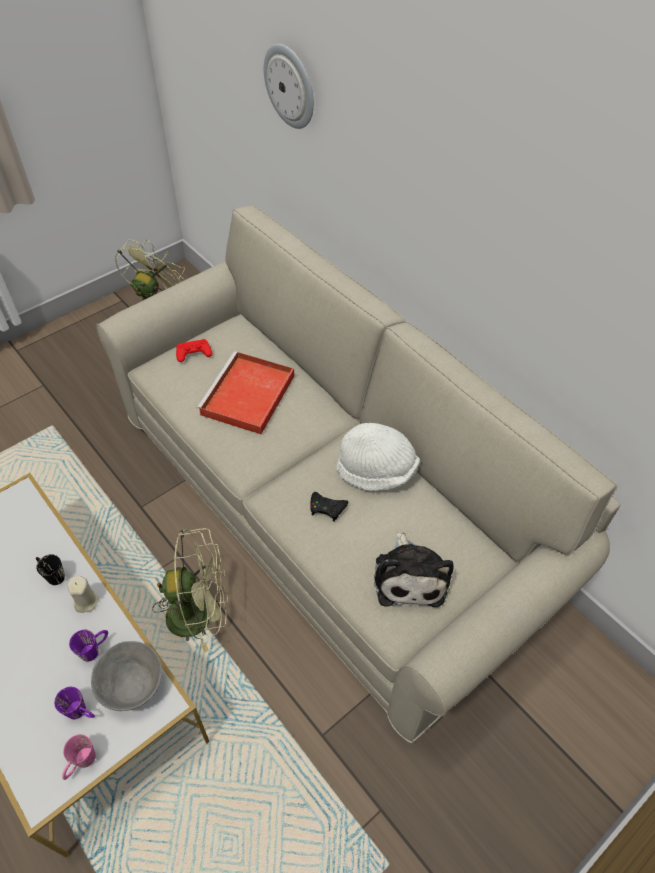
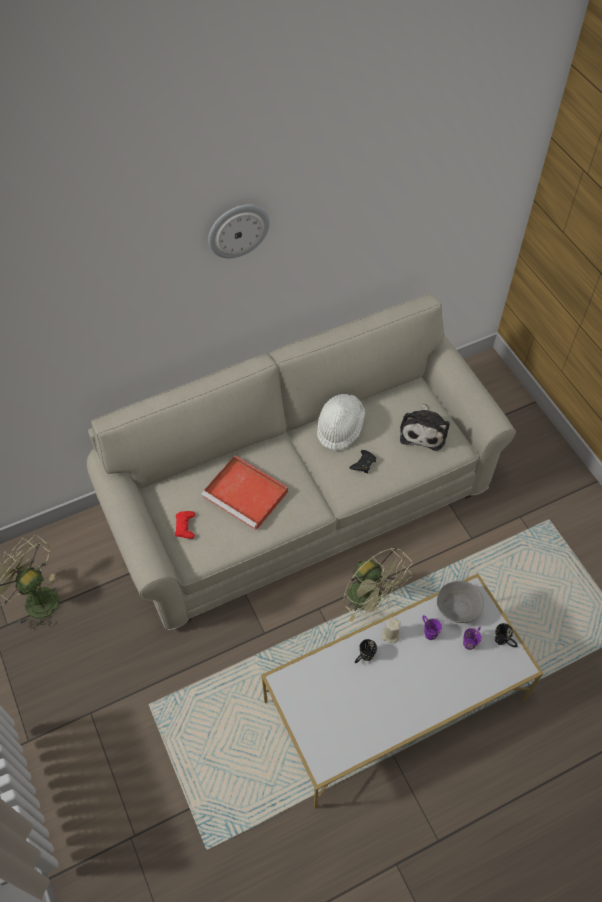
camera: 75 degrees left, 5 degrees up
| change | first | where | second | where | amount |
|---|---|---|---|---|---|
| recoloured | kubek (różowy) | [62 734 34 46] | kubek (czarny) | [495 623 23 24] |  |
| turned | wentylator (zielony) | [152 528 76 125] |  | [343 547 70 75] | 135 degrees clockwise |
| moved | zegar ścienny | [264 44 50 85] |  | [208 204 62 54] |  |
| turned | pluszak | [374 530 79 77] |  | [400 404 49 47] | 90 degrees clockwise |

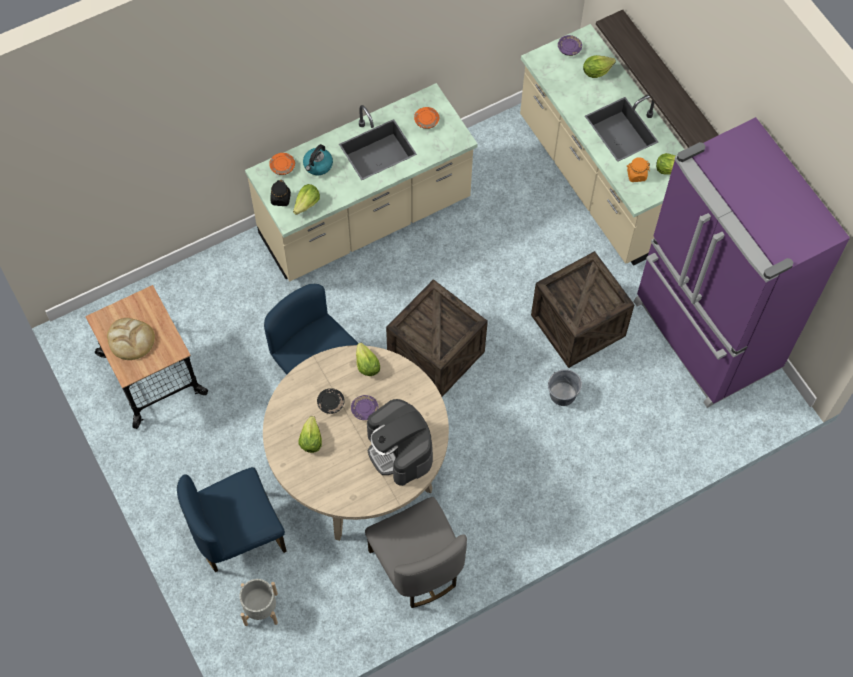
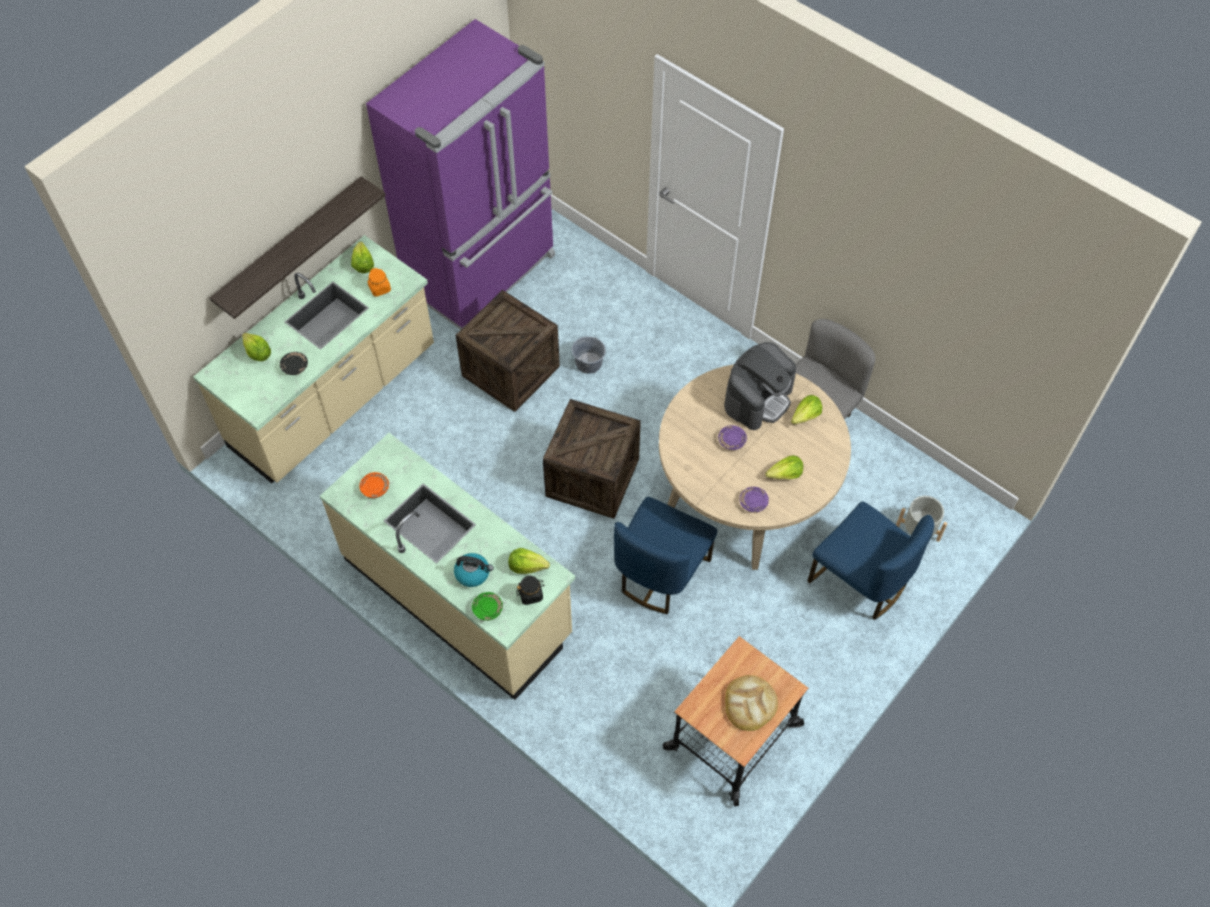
camera: 110 degrees left, 5 degrees down
| change | first | where | second | where | amount |
|---|---|---|---|---|---|
| recoloured | talerz (pomarańczowy) | [269 153 26 22] | talerz (zielony) | [472 592 31 29] |  |
| moved | talerz (czarny) | [317 388 28 26] |  | [280 352 28 23] |  |
| moved | sałata | [356 343 24 33] |  | [791 395 31 29] |  |
| moved | talerz (fioletowy) | [558 35 24 21] |  | [739 487 30 26] |  |

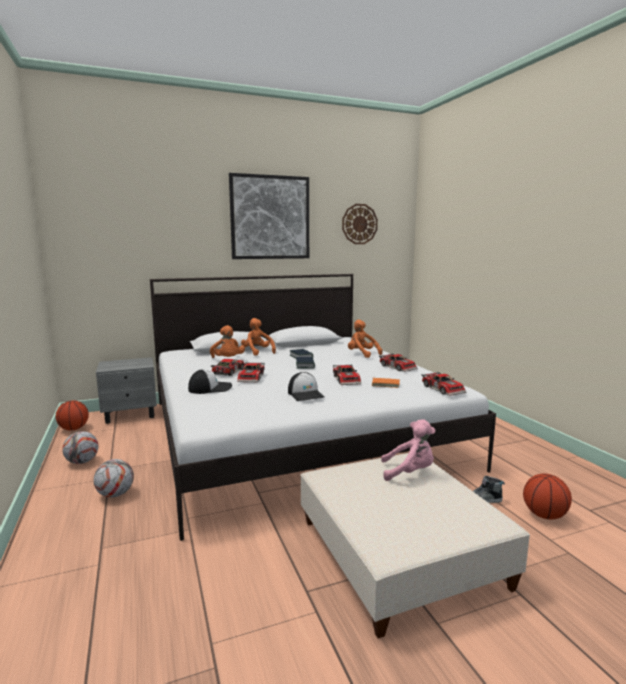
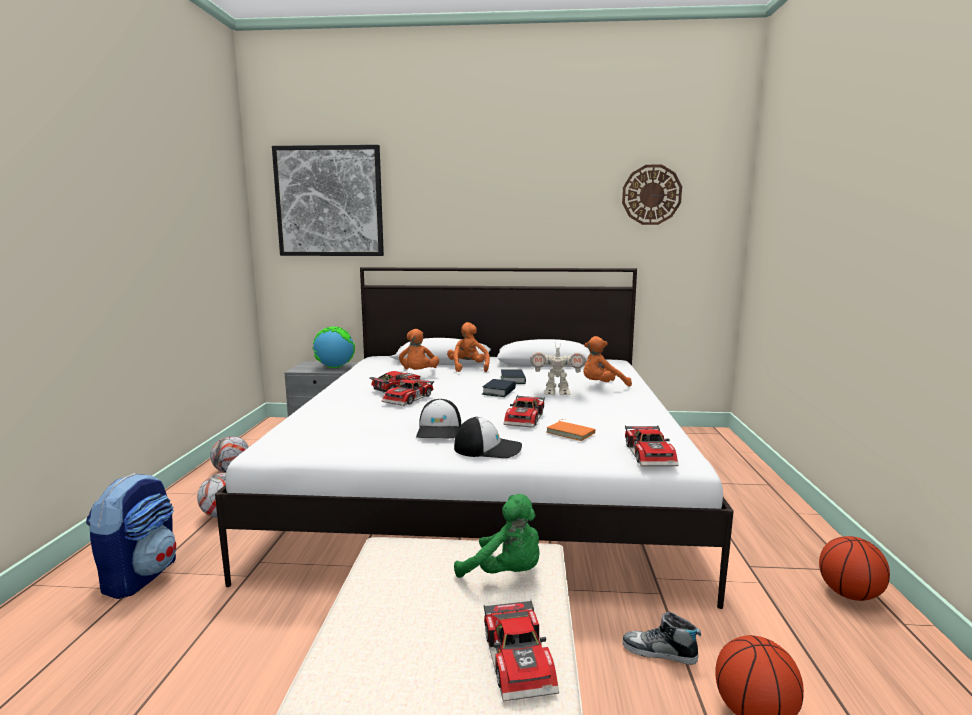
camera: 25 degrees right, 0 degrees up
| change | first | where | second | where | amount |
|---|---|---|---|---|---|
| moved | piłka do koszykówki | [56 400 33 31] |  | [819 536 71 65] |  |
| moved | czapka z daszkiem | [188 369 44 25] |  | [454 417 68 41] |  |
| moved | obraz | [229 173 80 86] |  | [272 145 112 111] |  |
| turned | pluszak (pomarańczowy) | [348 319 35 39] |  | [584 336 48 51] | 90 degrees counterclockwise |
| moved | samochodzik | [379 354 39 18] |  | [484 600 75 101] |  |
| recoloured | pluszak (różowy) | [381 419 54 62] | pluszak (zielony) | [454 494 85 84] |  |
| added |  |  | plecak | [86 473 90 126] |  |
| added |  |  | globus | [312 326 43 42] |  |
| added |  |  | robot zabawkowy | [530 342 56 53] |  |

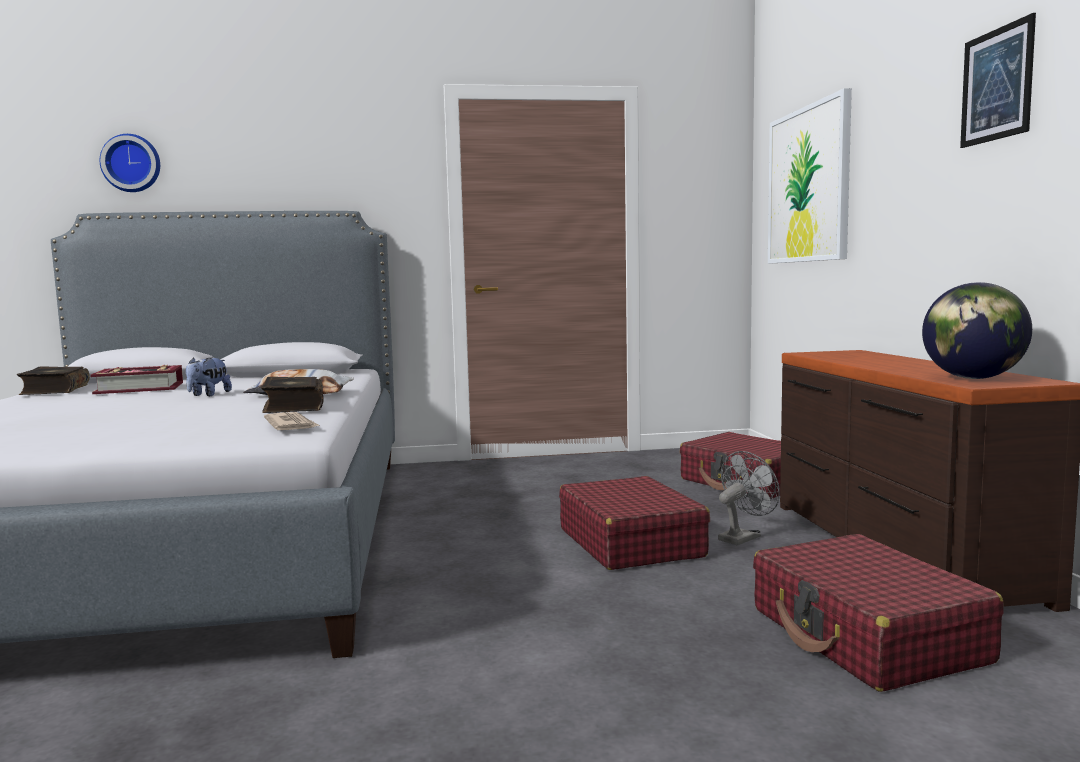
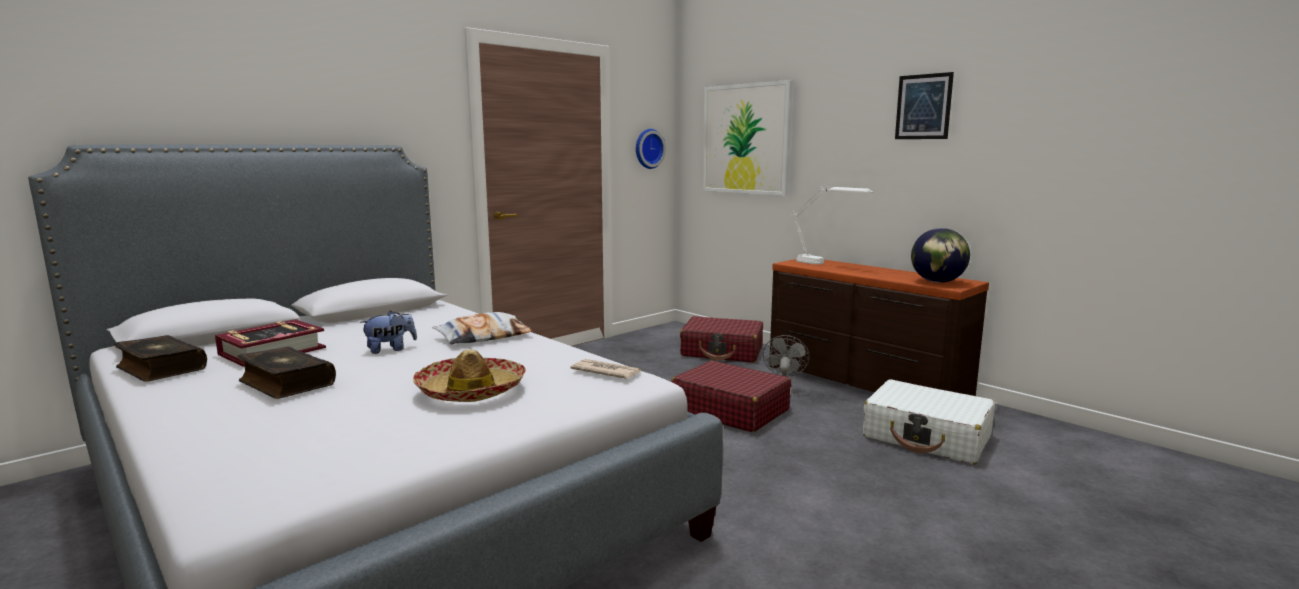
camera: 35 degrees left, 5 degrees up
| change | first | where | second | where | amount |
|---|---|---|---|---|---|
| moved | zegar ścienny | [100 134 60 58] |  | [636 129 30 40] |  |
| turned | pluszak | [186 357 46 39] |  | [360 310 57 44] | 105 degrees counterclockwise |
| moved | książka | [261 377 63 36] |  | [238 347 98 52] |  |
| recoloured | walizka (czerwony) | [753 534 251 158] | walizka (biały) | [863 379 132 86] |  |
| added |  |  | kapelusz | [413 349 113 53] |  |
| added |  |  | lampa stołowa (biały) | [791 185 82 79] |  |

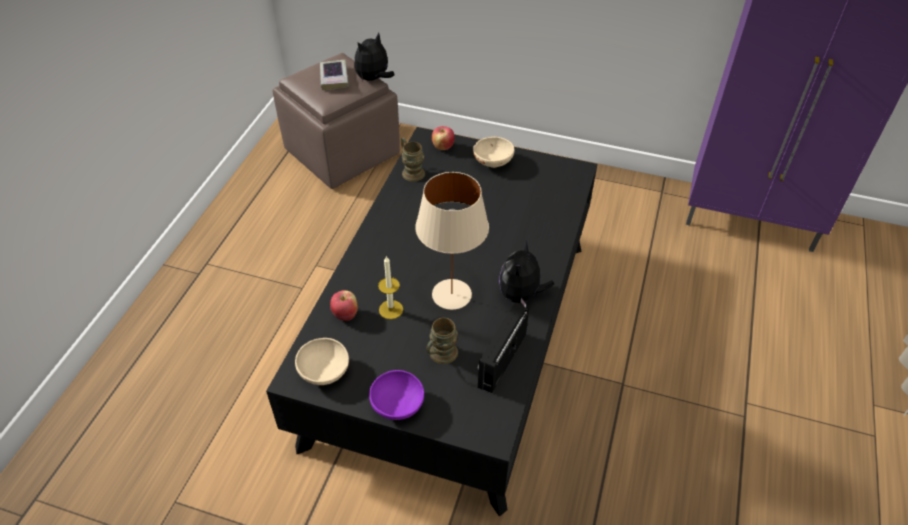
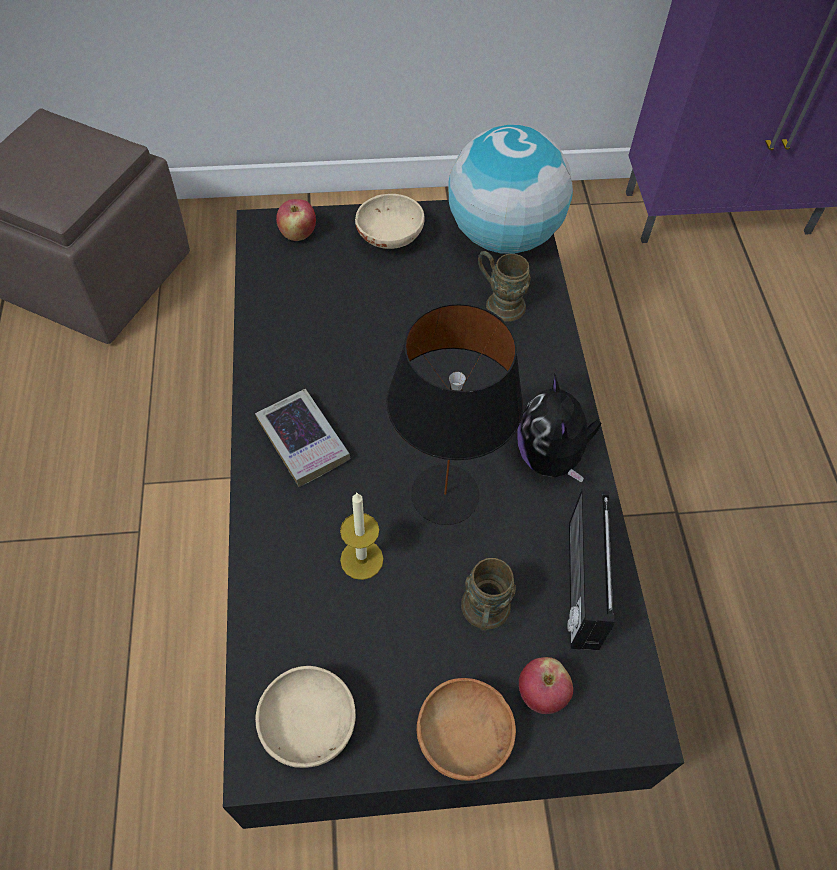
camera: 25 degrees left, 10 degrees up
| change | first | where | second | where | amount |
|---|---|---|---|---|---|
| moved | książka | [320 60 28 30] |  | [255 389 96 98] |  |
| moved | jabłko | [330 290 28 31] |  | [519 657 54 57] |  |
| removed | pluszak | [354 33 41 48] |  |  |  |
| recoloured | miska (fioletowy) | [369 370 55 50] | miska (brązowy) | [417 678 99 103] |  |
| moved | kubek (brązowy) | [401 137 24 45] |  | [478 251 53 71] |  |
| recoloured | lampa stołowa (beżowy) | [415 172 74 138] | lampa stołowa (czarny) | [387 303 136 222] |  |
| added |  |  | globus | [449 125 124 129] |  |

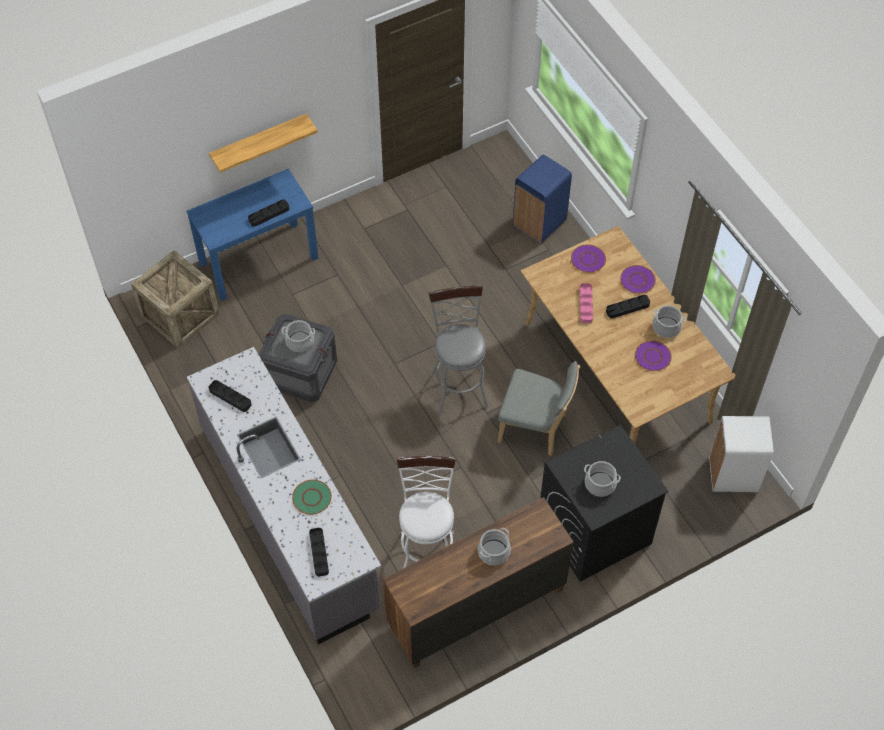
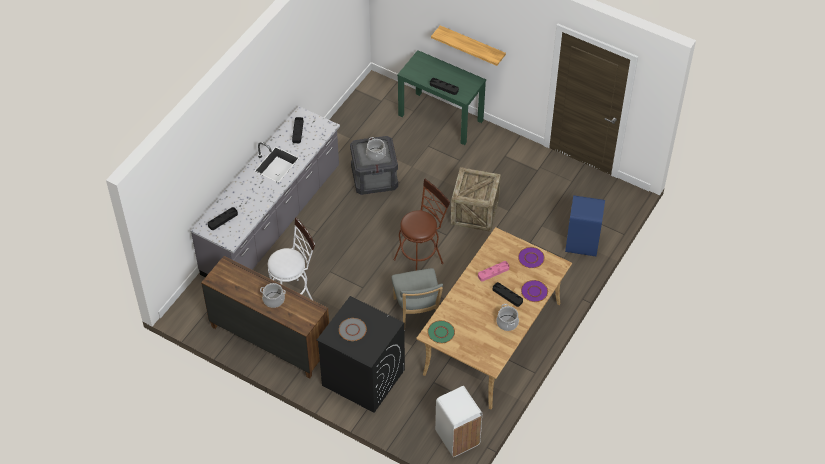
camera: 60 degrees right, 5 degrees down
| change | first | where | second | where | amount |
|---|---|---|---|---|---|
| moved | skrzynka | [131 250 89 98] |  | [451 167 50 65] |  |
| recoloured | stolik konsolowy (niebieski) | [186 169 133 132] | stolik konsolowy (zielony) | [397 50 89 95] |  |
| moved | talerz (zielony) | [292 480 40 35] |  | [427 320 28 23] |  |
| recoloured | stołek (szary) | [429 285 59 130] | stołek (brązowy) | [393 179 57 92] |  |
| replaced | garnek | [584 461 37 36] | talerz (szary) | [339 318 28 23] |  |
| removed | talerz (fioletowy) | [635 340 37 31] |  |  |  |

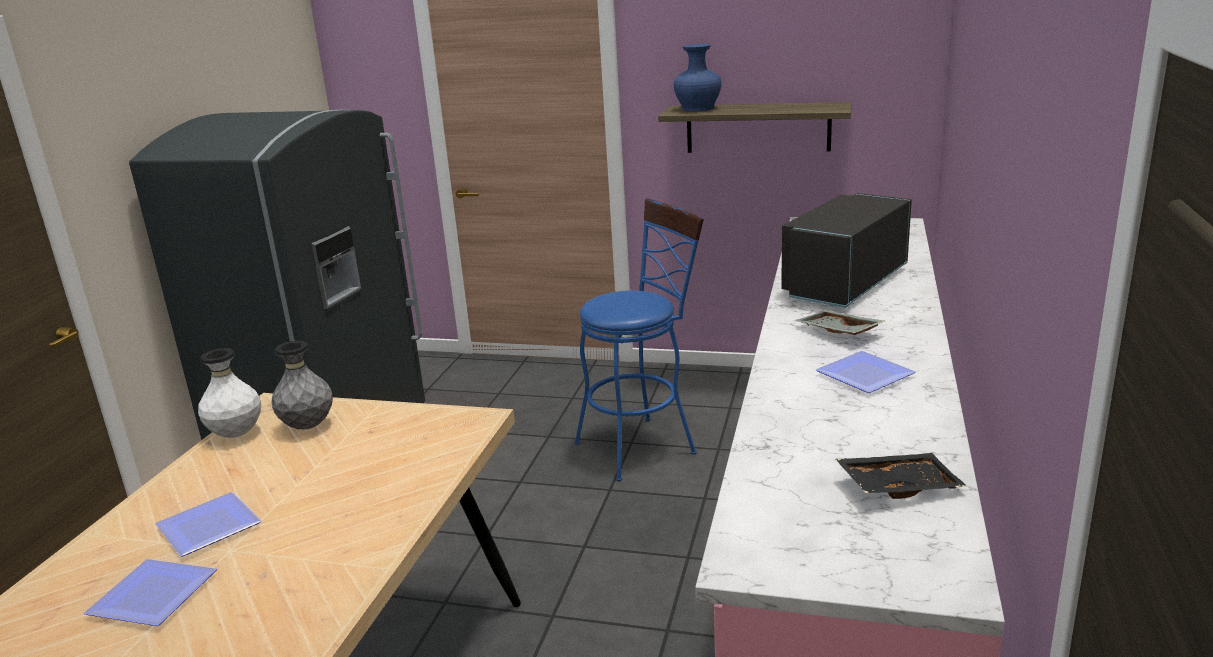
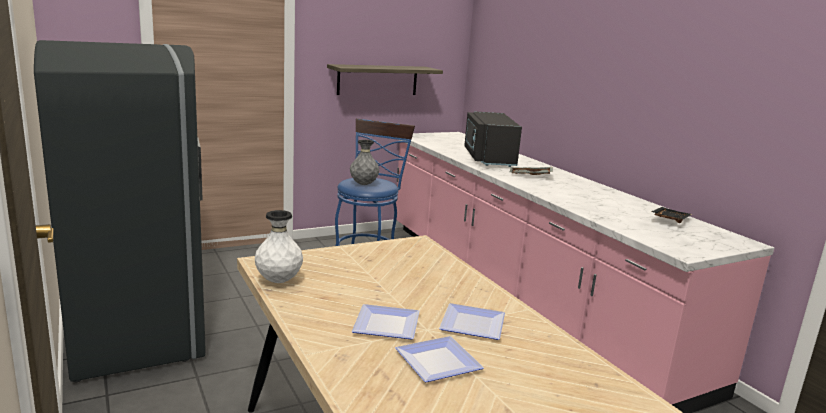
camera: 45 degrees left, 5 degrees down
| change | first | where | second | where | amount |
|---|---|---|---|---|---|
| moved | wazon (szary) | [271 340 62 90] |  | [350 140 29 45] |  |
| removed | wazon (niebieski) | [674 44 48 67] |  |  |  |
| moved | talerz | [816 351 100 42] |  | [439 303 66 37] |  |

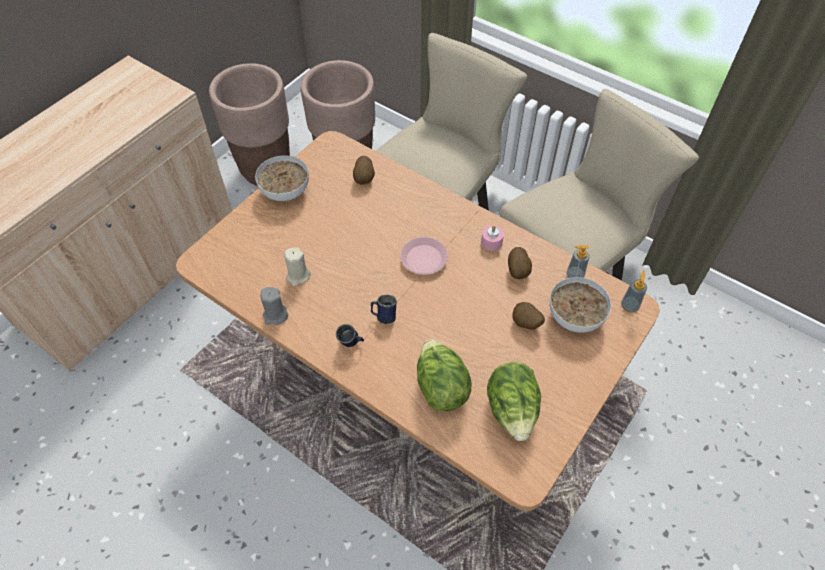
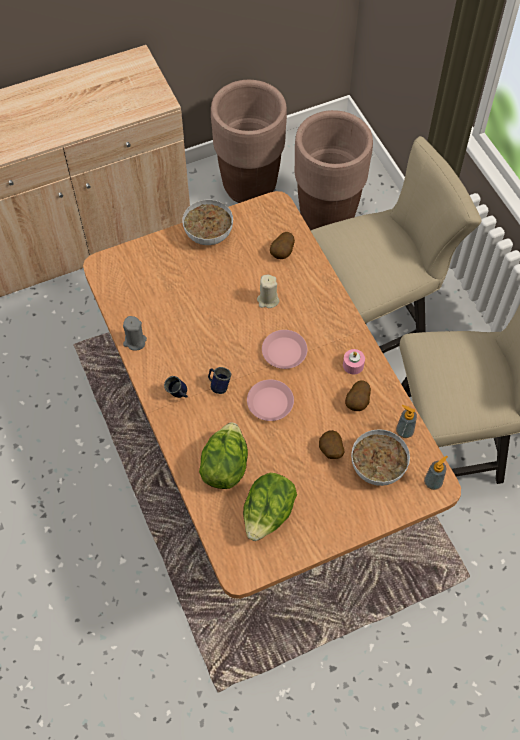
camera: 30 degrees right, 5 degrees up
| change | first | where | second | where | amount |
|---|---|---|---|---|---|
| moved | świeca (beżowy) | [284 247 27 39] |  | [257 275 22 33] |  |
| added |  |  | talerz (różowy) | [247 379 47 42] |  |

